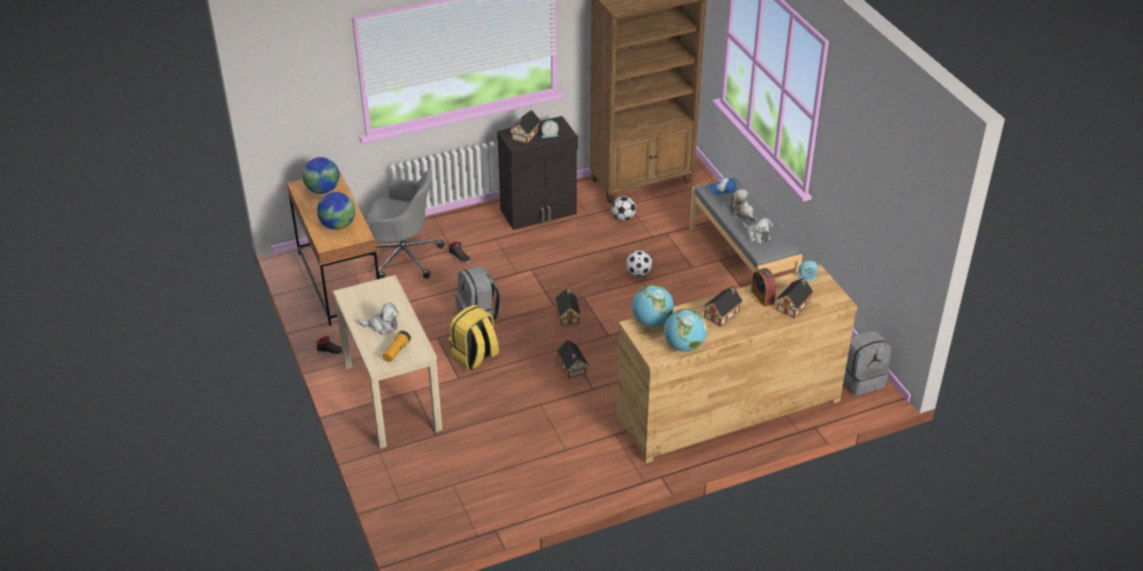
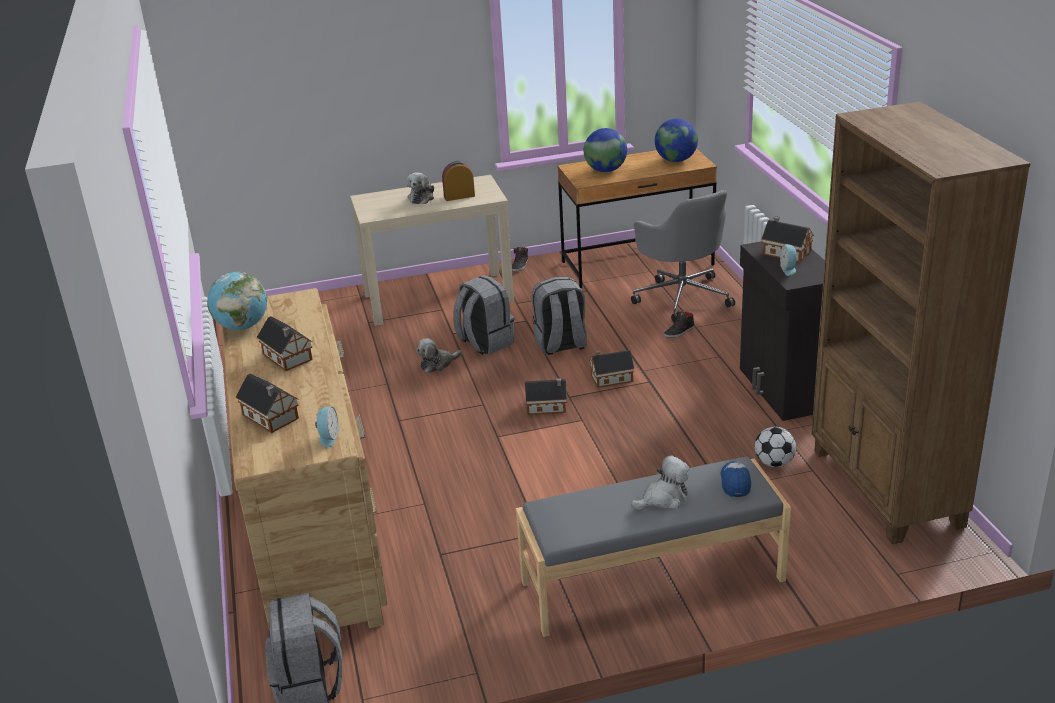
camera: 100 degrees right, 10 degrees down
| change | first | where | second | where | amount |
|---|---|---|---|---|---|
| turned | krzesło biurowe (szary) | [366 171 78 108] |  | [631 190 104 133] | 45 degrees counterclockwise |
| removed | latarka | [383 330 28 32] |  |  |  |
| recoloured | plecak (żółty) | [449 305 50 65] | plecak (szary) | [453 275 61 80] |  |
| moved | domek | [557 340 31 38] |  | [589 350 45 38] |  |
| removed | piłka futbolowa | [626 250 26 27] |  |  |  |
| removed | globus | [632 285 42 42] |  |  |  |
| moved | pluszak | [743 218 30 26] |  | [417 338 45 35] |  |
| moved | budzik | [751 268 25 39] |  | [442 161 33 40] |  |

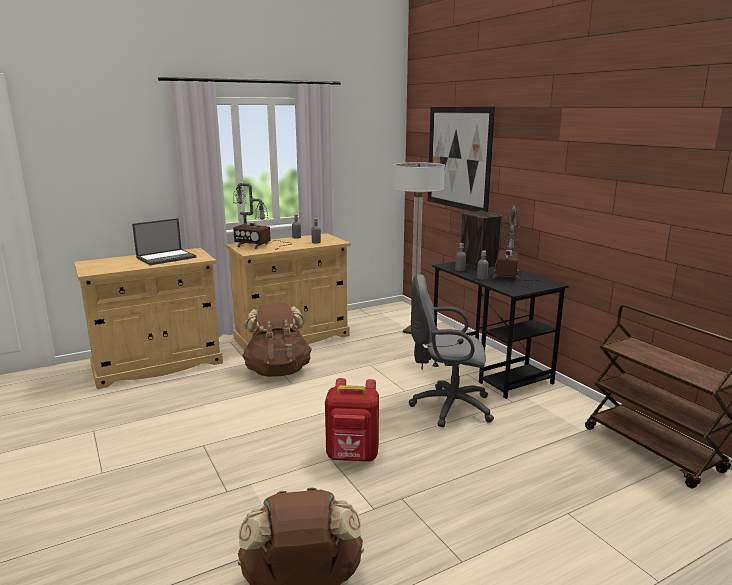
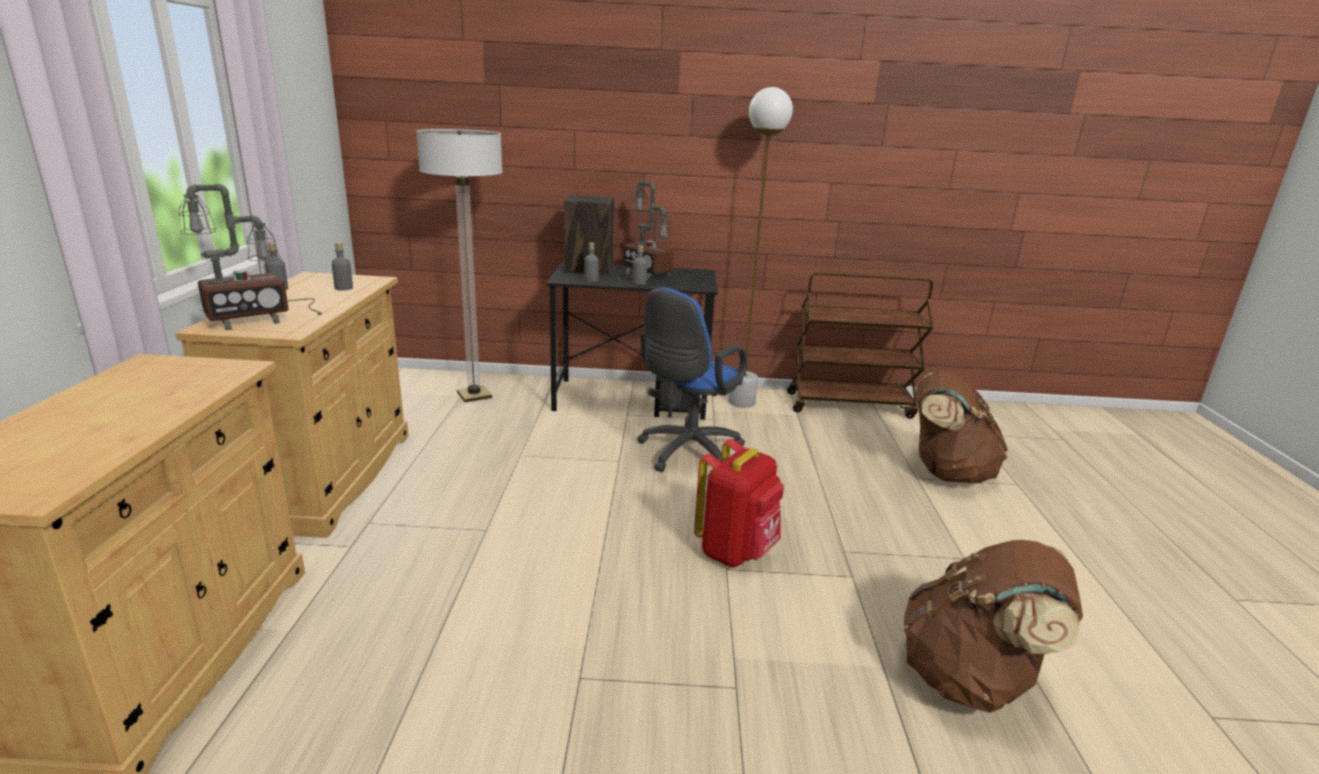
camera: 60 degrees left, 5 degrees up
| change | first | where | second | where | amount |
|---|---|---|---|---|---|
| removed | laptop | [132 218 64 47] |  |  |  |
| moved | plecak (brązowy) | [242 303 70 74] |  | [916 372 92 111] |  |
| recoloured | krzesło biurowe (szary) | [409 274 85 153] | krzesło biurowe (niebieski) | [637 287 110 185] |  |
| removed | obraz | [428 107 67 105] |  |  |  |
| added |  |  | lampa stojąca (biały) | [728 87 65 321] |  |

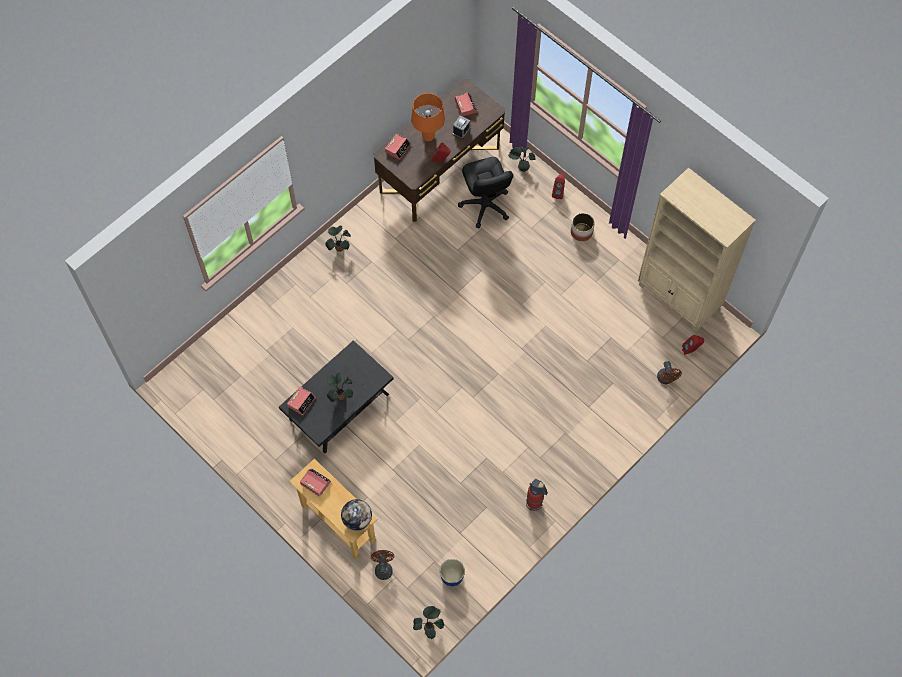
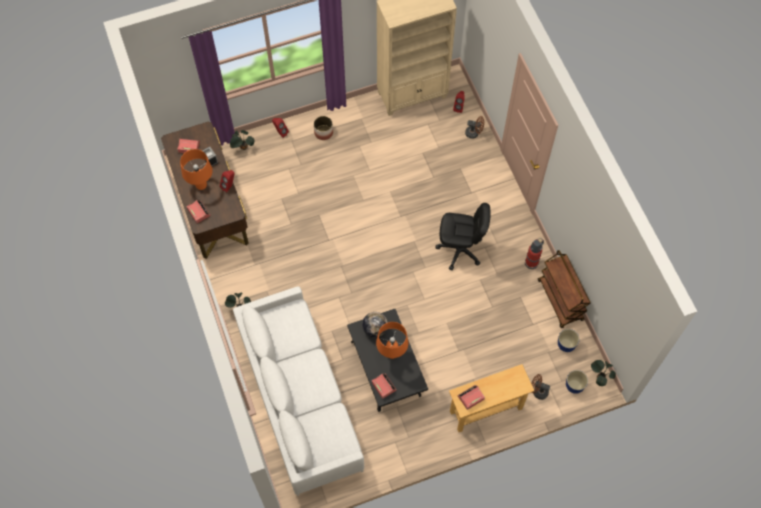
camera: 65 degrees left, 0 degrees up
| change | first | where | second | where | amount |
|---|---|---|---|---|---|
| replaced | roślina doniczkowa | [327 373 26 29] | lampa stołowa (pomarańczowy) | [376 322 32 37] |  |
| moved | globus | [341 499 31 31] |  | [362 312 26 25] |  |
| moved | krzesło biurowe (czarny) | [458 157 55 71] |  | [436 203 55 67] |  |
| added |  |  | kanapa (biały) | [233 286 131 210] |  |
| added |  |  | wózek (brązowy) | [538 250 53 78] |  |
| added |  |  | donica | [566 370 22 24] |  |

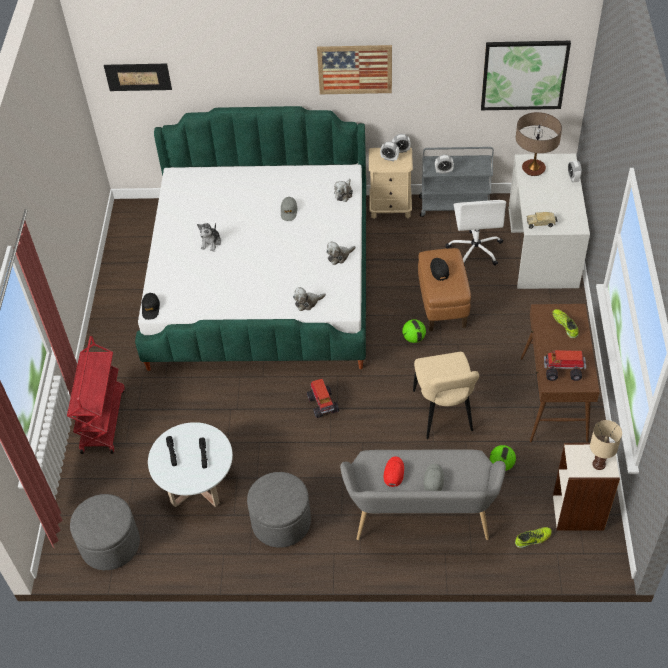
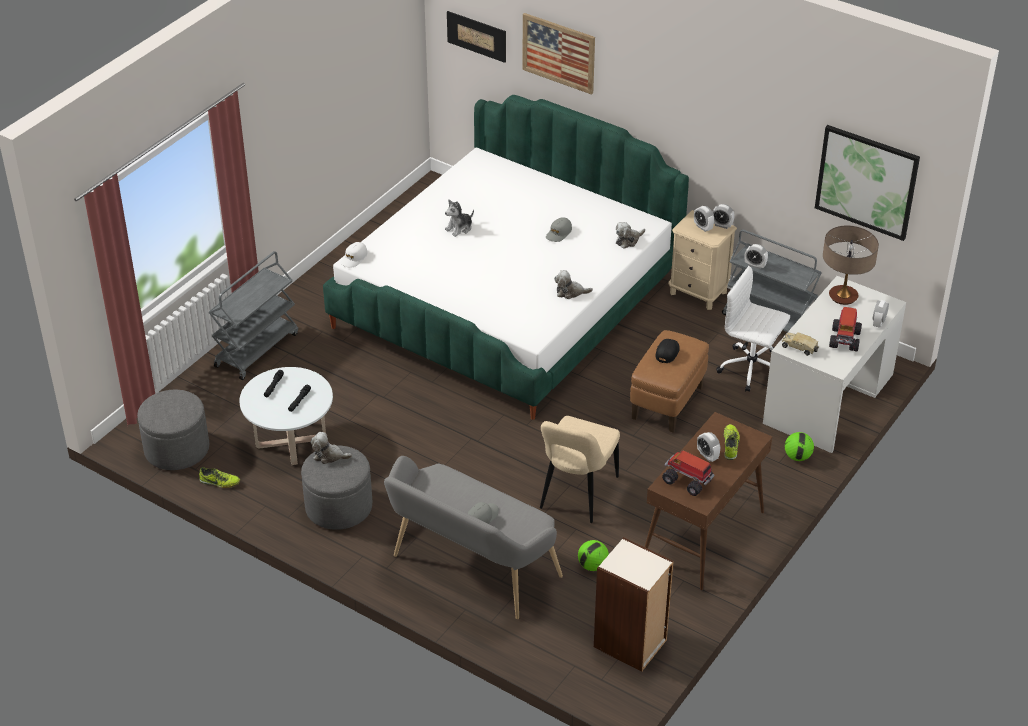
camera: 30 degrees right, 10 degrees down
| change | first | where | second | where | amount |
|---|---|---|---|---|---|
| recoloured | wózek (czerwony) | [67 336 58 118] | wózek (szary) | [208 251 90 129] |  |
| recoloured | czapka z daszkiem (czarny) | [142 293 18 27] | czapka z daszkiem (biały) | [341 242 27 25] |  |
| moved | pluszak | [293 287 33 24] |  | [311 432 41 32] |  |
| moved | ciężarówka zabawkowa | [307 379 32 39] |  | [829 307 33 44] |  |
| moved | obraz | [317 45 75 49] |  | [523 13 72 82] |  |
| removed | czapka z daszkiem (czerwony) | [384 456 20 31] |  |  |  |
| moved | piłka futbolowa | [402 319 24 24] |  | [785 432 29 29] |  |
| turned | krzesło biurowe (biały) | [445 200 61 66] |  | [716 266 74 126] | 90 degrees clockwise |
| moved | but | [515 527 37 21] |  | [199 467 41 21] |  |
| removed | lampa stołowa (beżowy) | [590 420 32 50] |  |  |  |
| added |  |  | budzik | [697 432 23 30] |  |

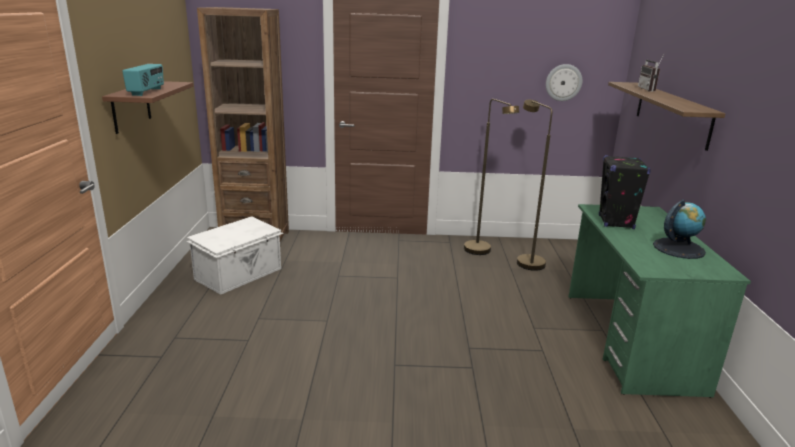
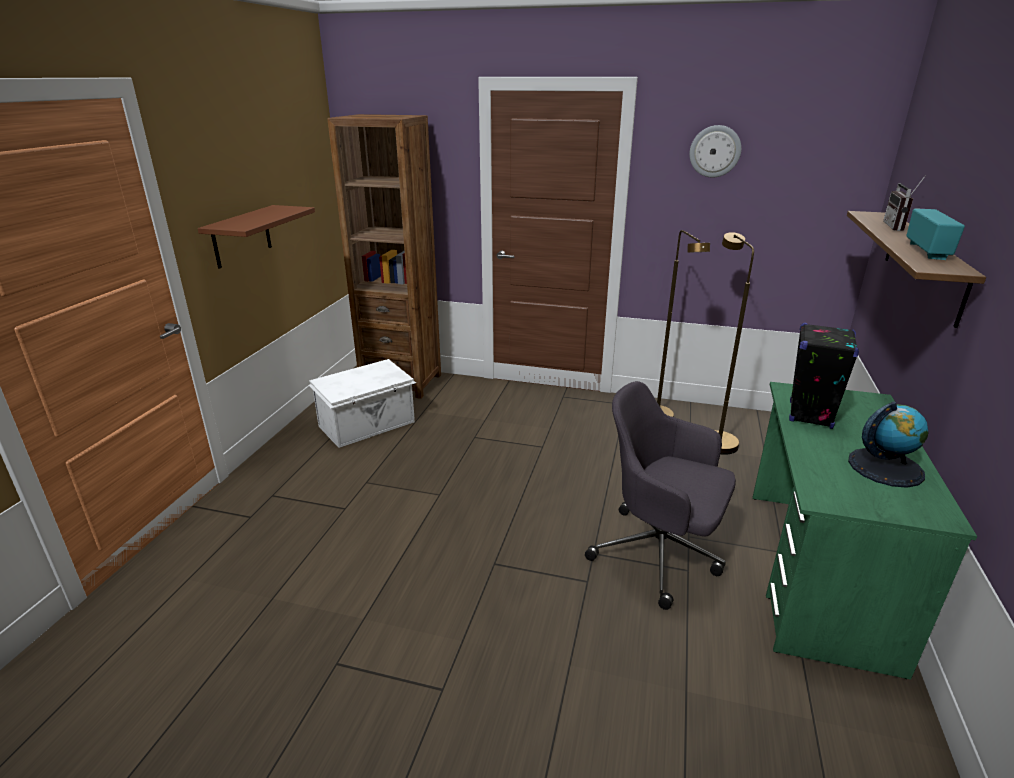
camera: 15 degrees right, 5 degrees up
| change | first | where | second | where | amount |
|---|---|---|---|---|---|
| moved | radio | [122 64 42 32] |  | [906 208 59 52] |  |
| moved | zegar ścienny | [546 64 36 37] |  | [689 125 52 52] |  |
| added |  |  | krzesło biurowe (szary) | [585 381 151 229] |  |

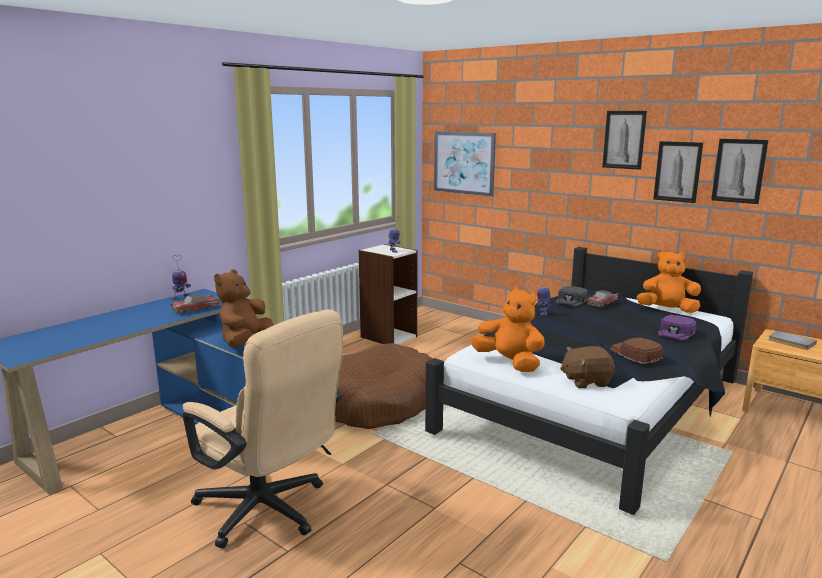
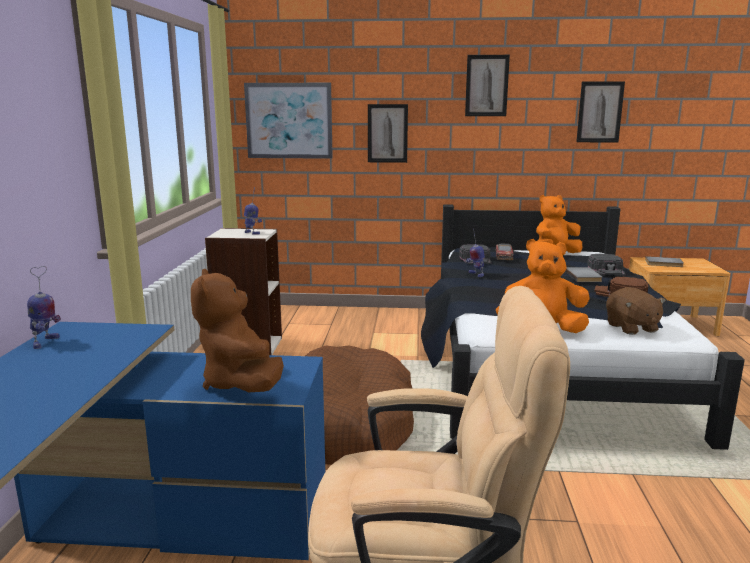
camera: 35 degrees left, 0 degrees up
| change | first | where | second | where | amount |
|---|---|---|---|---|---|
| removed | samochodzik | [170 294 50 20] |  |  |  |
| turned | pluszak (brązowy) | [560 346 55 42] |  | [606 287 60 48] | 60 degrees counterclockwise |
| moved | obraz | [653 141 50 62] |  | [368 104 40 59] |  |
| recoloured | czapka z daszkiem (fioletowy) | [658 315 39 26] | czapka z daszkiem (czarny) | [587 254 38 22] |  |
| added |  |  | książka (szary) | [565 267 37 15] |  |

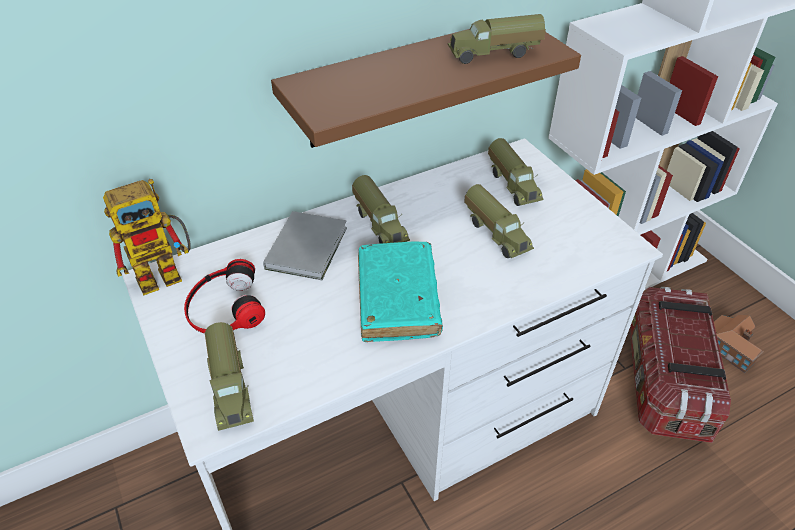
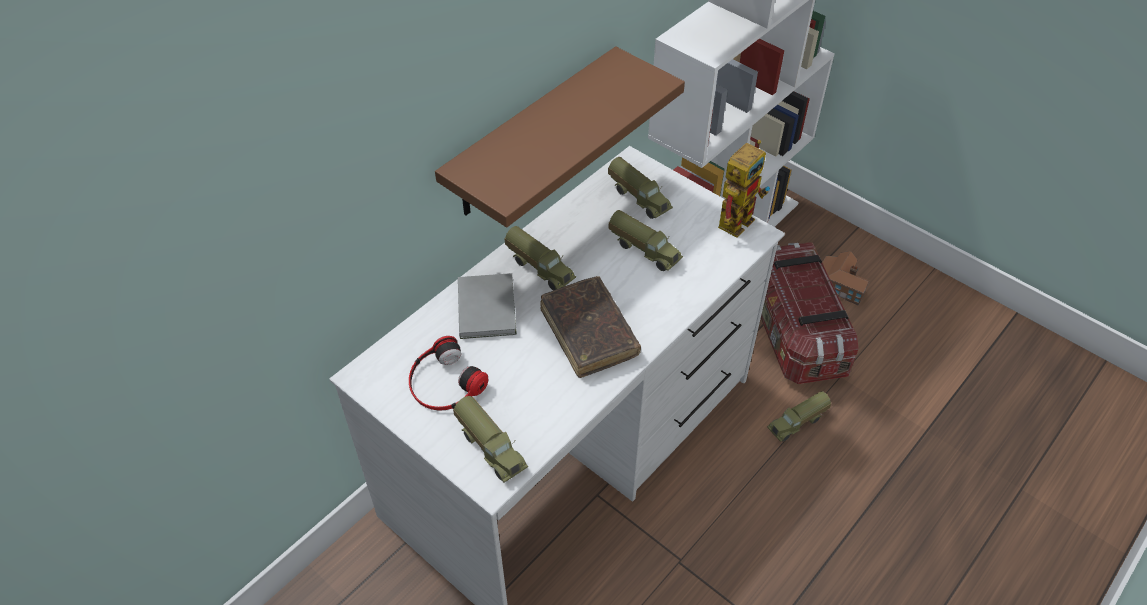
camera: 20 degrees left, 5 degrees up
| change | first | where | second | where | amount |
|---|---|---|---|---|---|
| moved | robot zabawkowy | [103 179 88 116] |  | [718 140 52 98] |  |
| recoloured | książka (turkusowy) | [358 241 85 101] | książka (brązowy) | [540 276 101 102] |  |
| moved | ciężarówka zabawkowa | [448 14 98 50] |  | [767 391 64 51] |  |

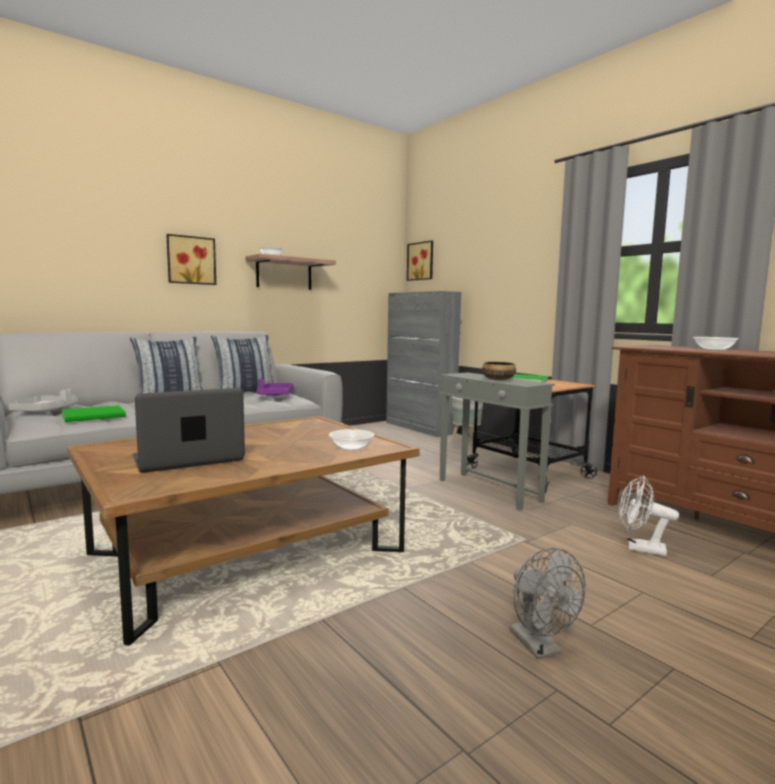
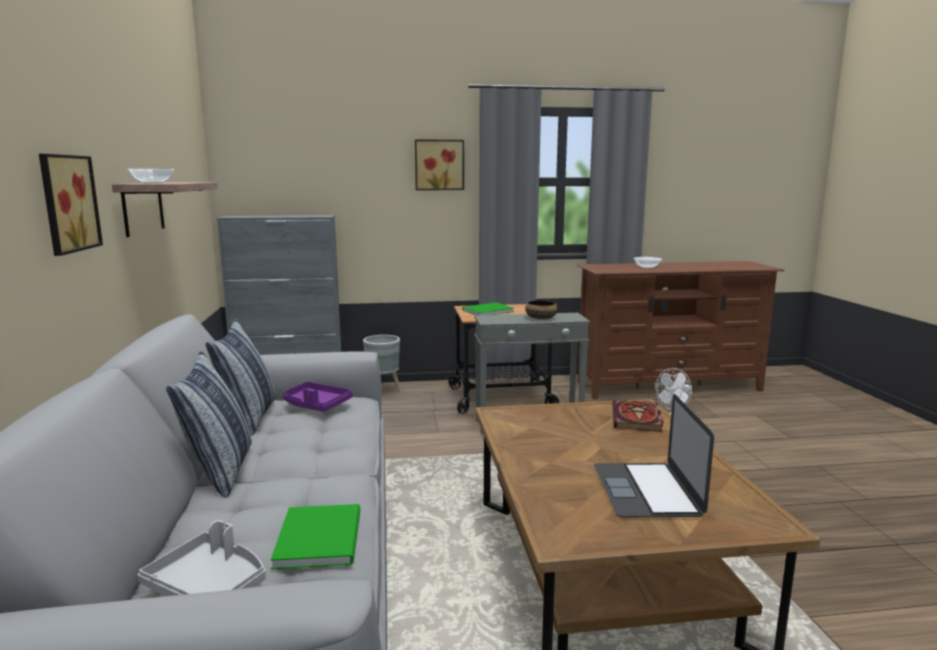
camera: 60 degrees left, 5 degrees up
| change | first | where | second | where | amount |
|---|---|---|---|---|---|
| replaced | miska | [329 429 45 22] | książka | [612 400 51 32] |  |
| moved | obraz | [407 240 26 41] |  | [415 139 49 51] |  |
| removed | wentylator (szary) | [509 548 77 111] |  |  |  |

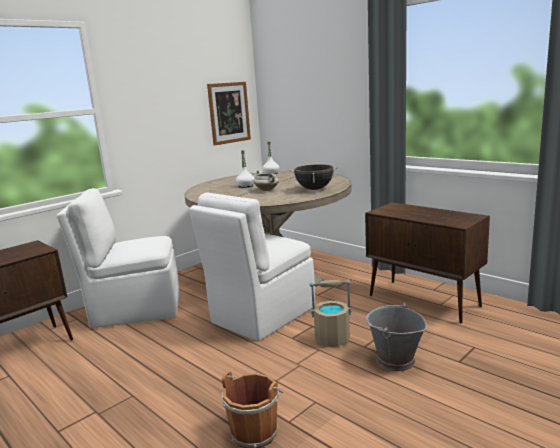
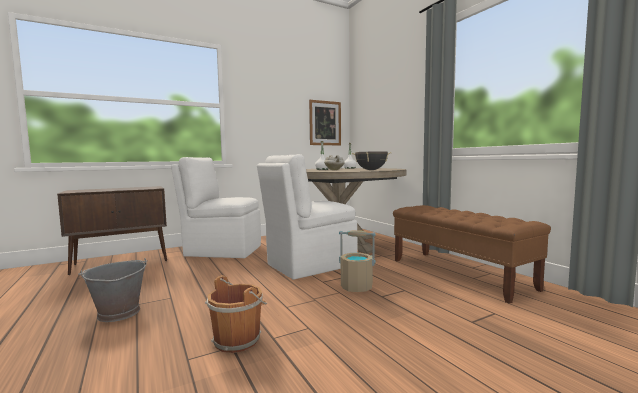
camera: 15 degrees right, 10 degrees down
| change | first | where | second | where | amount |
|---|---|---|---|---|---|
| replaced | szafka (brązowy) | [365 202 125 121] | ławka (brązowy) | [393 205 158 99] |  |
| moved | wiadro (szary) | [366 302 61 69] |  | [78 258 70 64] |  |

